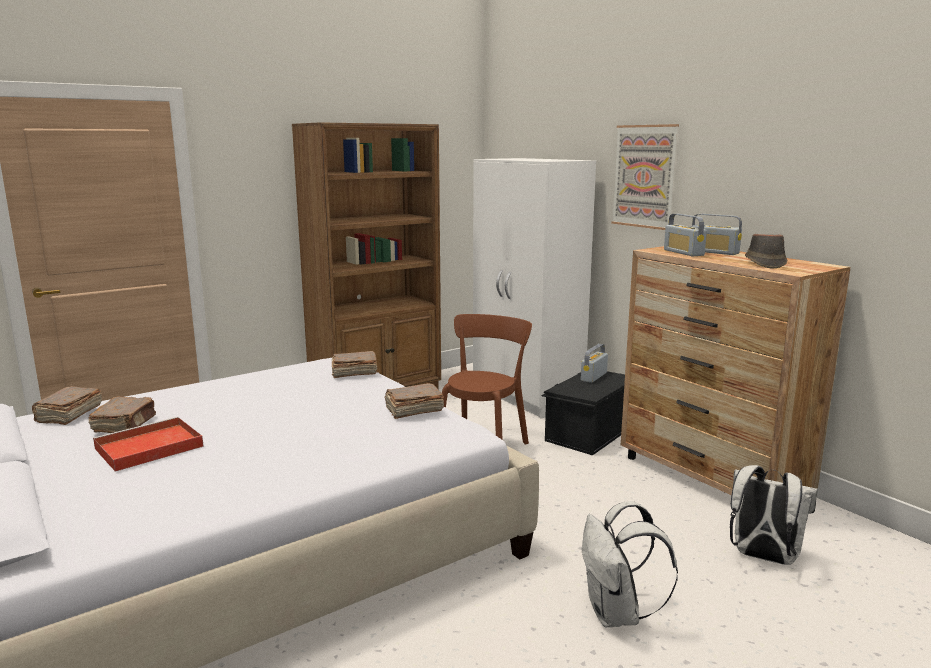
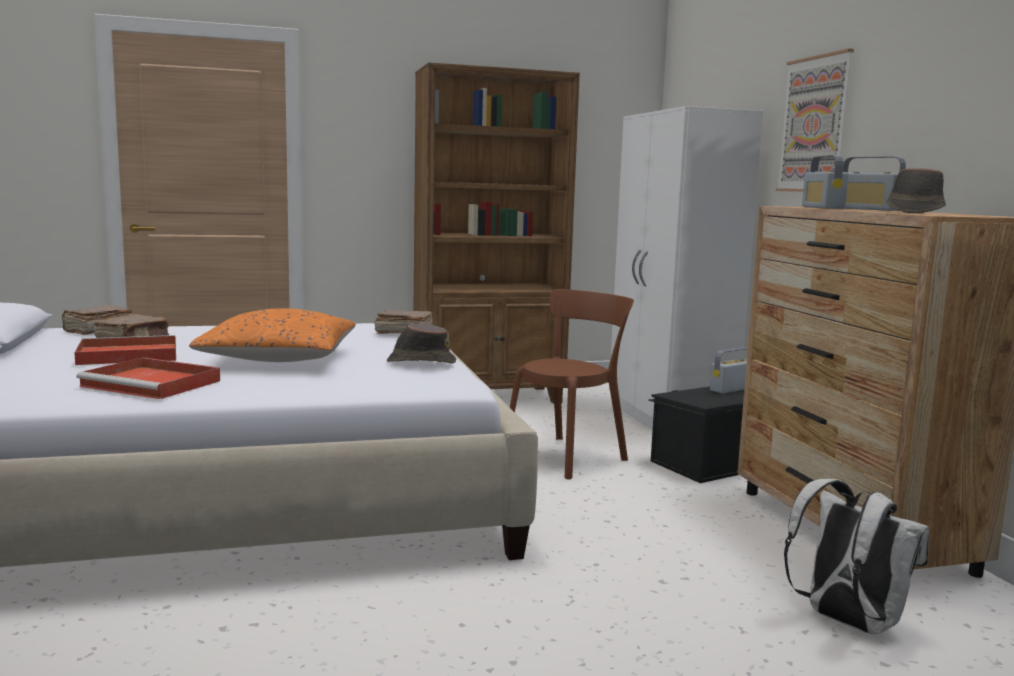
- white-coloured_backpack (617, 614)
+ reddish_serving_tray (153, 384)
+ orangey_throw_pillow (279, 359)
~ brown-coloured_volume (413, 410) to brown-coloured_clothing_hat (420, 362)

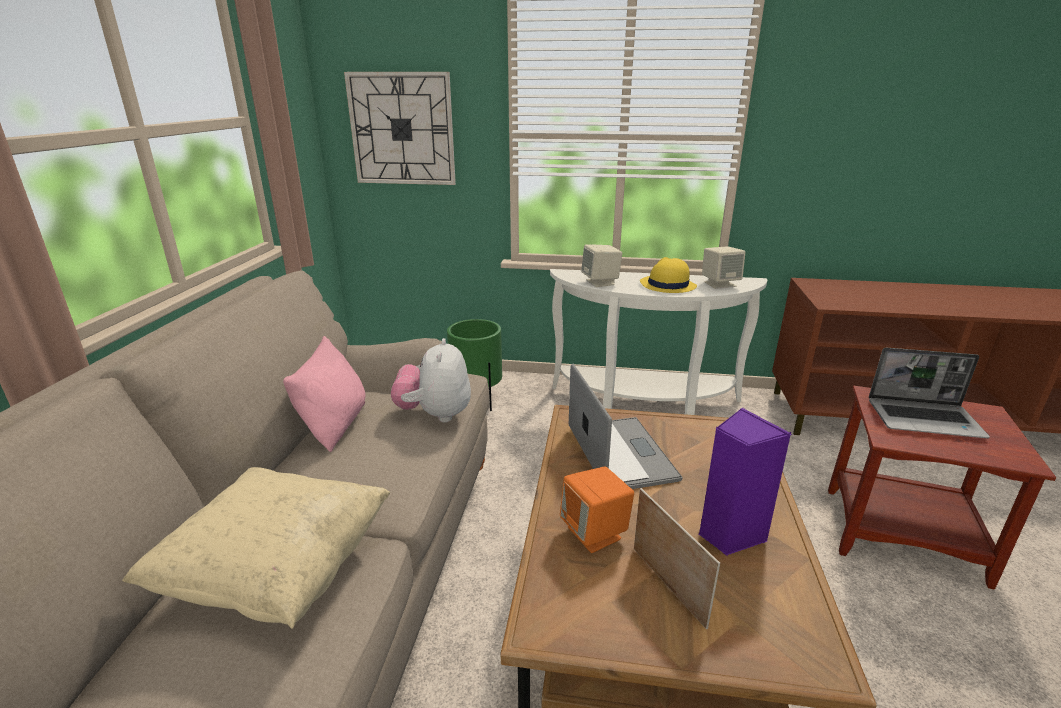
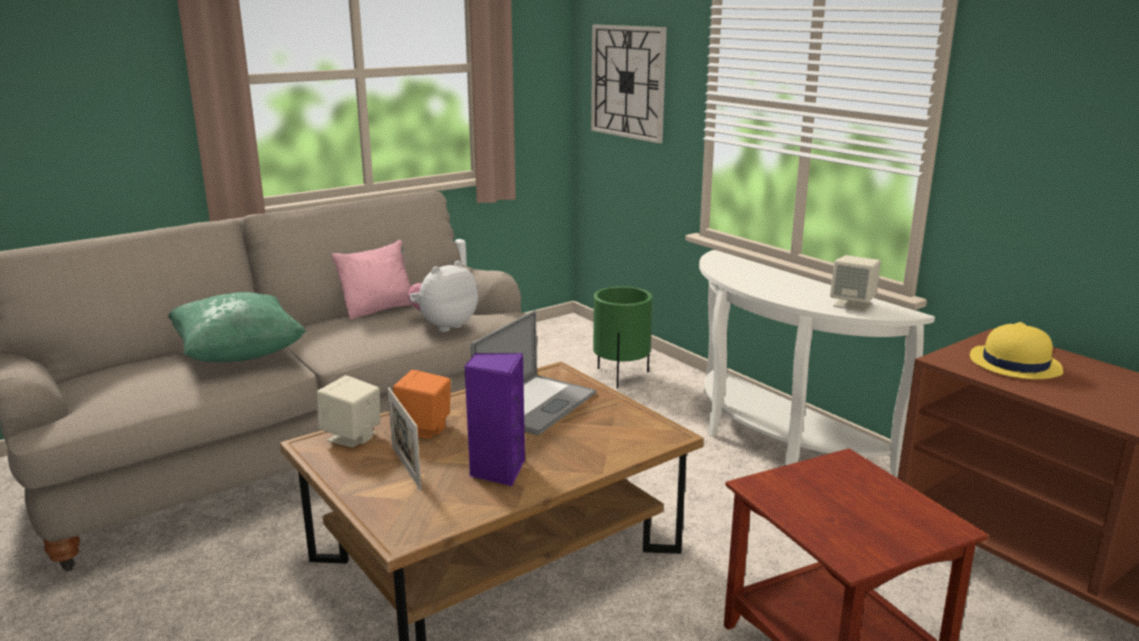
- portable_computer (925, 419)
~ beige-coloured_loudspeaker (600, 282) to (352, 437)
~ yellow-coloured_clothing_hat (667, 285) to (1014, 364)
~ beige-coloured_throw_pillow (279, 572) to green-coloured_throw_pillow (239, 354)
~ standing_frame (667, 585) = (406, 467) 135 degrees clockwise

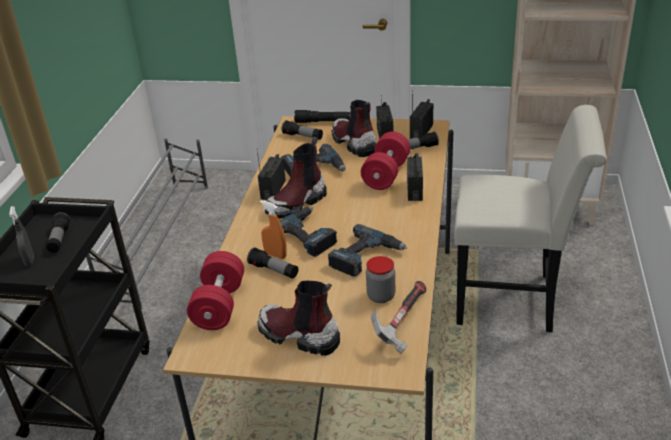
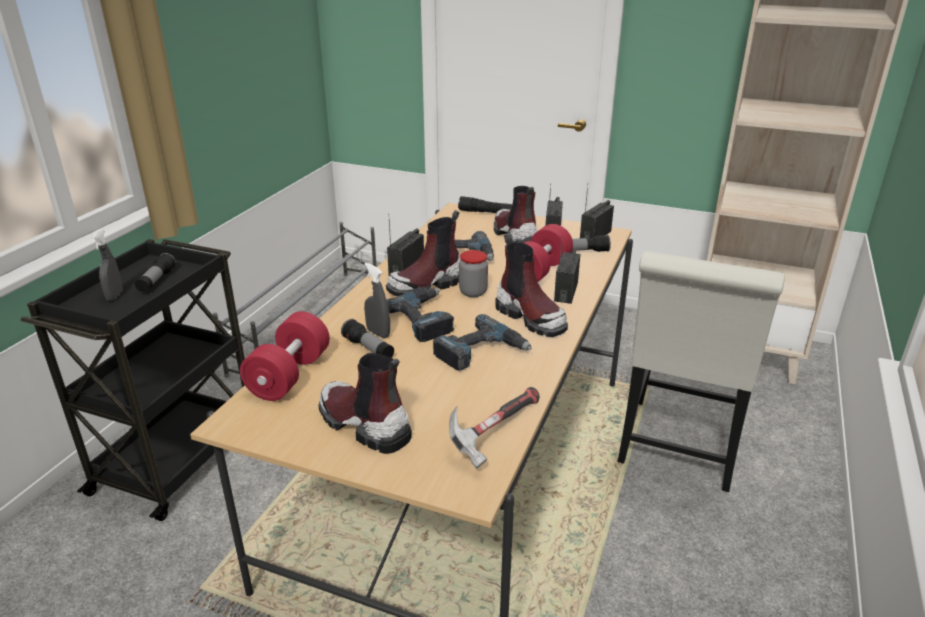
- hand_torch (303, 136)
+ high-top_boot (531, 317)
~ storage_jar (381, 296) to (473, 292)
~ orangey_hand_sprayer (275, 255) to grey_hand_sprayer (378, 333)
~ white-coloured_upright_chair (514, 299) = (677, 450) 90 degrees clockwise

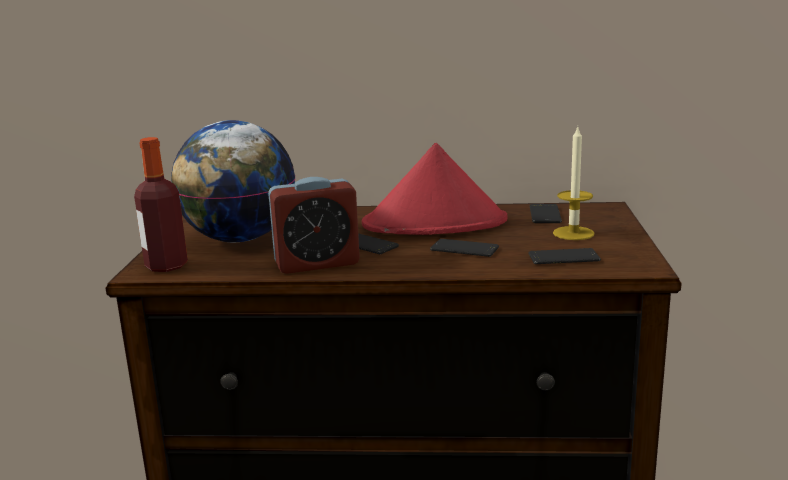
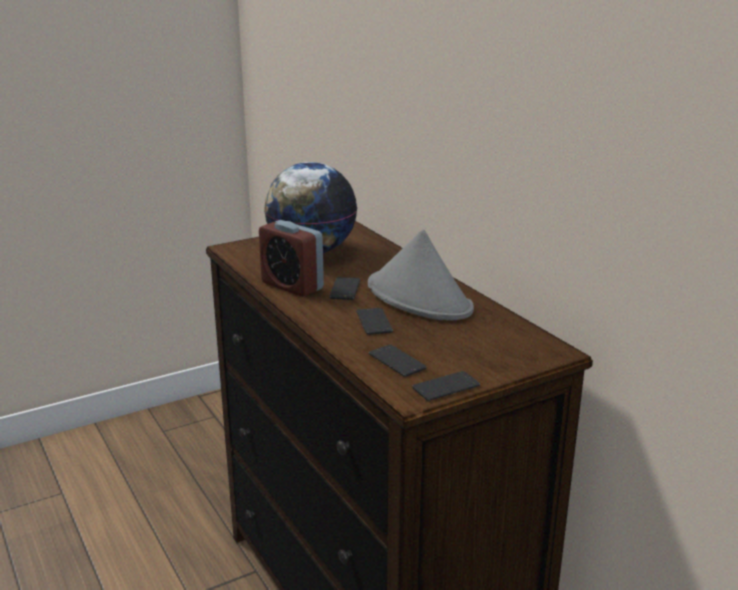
- drink_bottle (166, 266)
- wax_candle (573, 233)
~ telephone (545, 214) to (446, 387)
~ reddish_clothing_hat (435, 223) to grey_clothing_hat (419, 298)

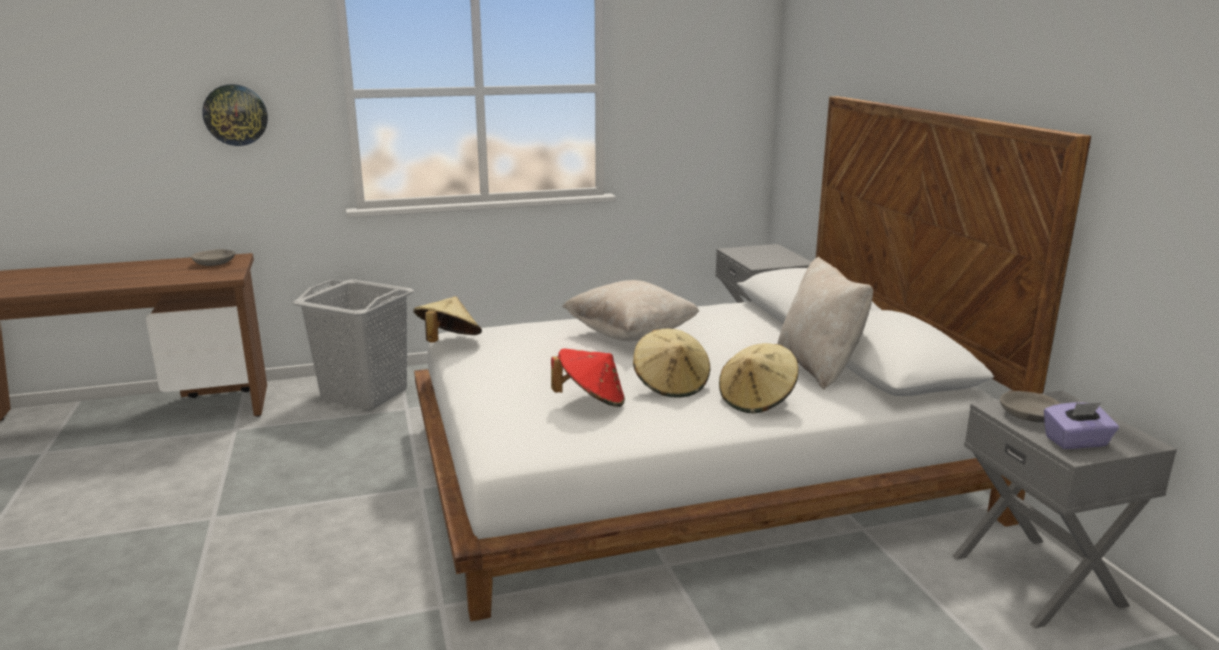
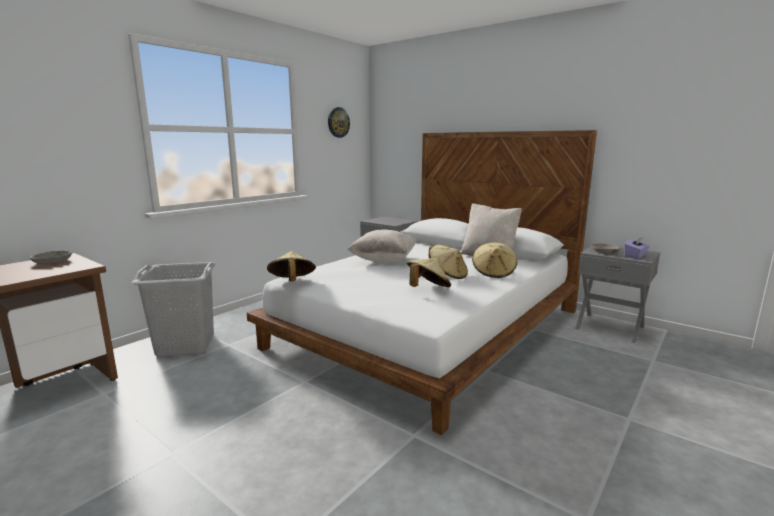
~ clock_on_the_wall (235, 115) to (338, 122)
~ reddish_clothing_hat (591, 401) to beige-coloured_clothing_hat (427, 289)

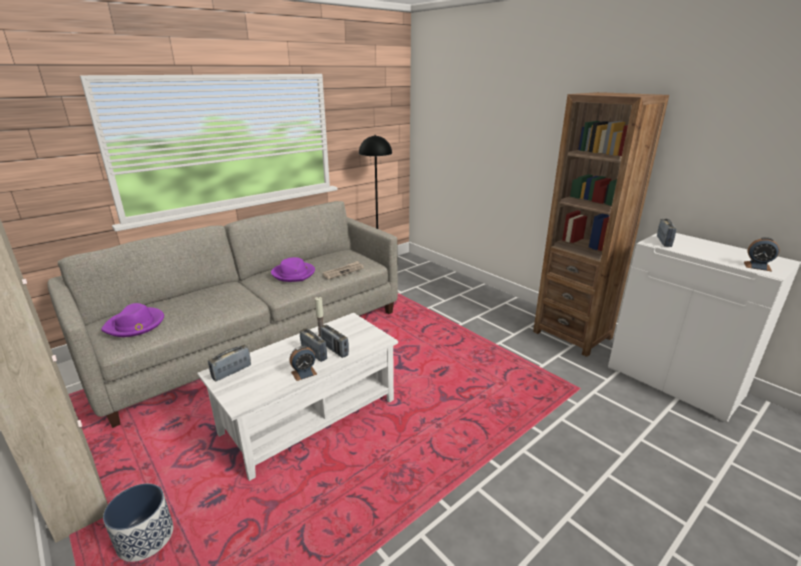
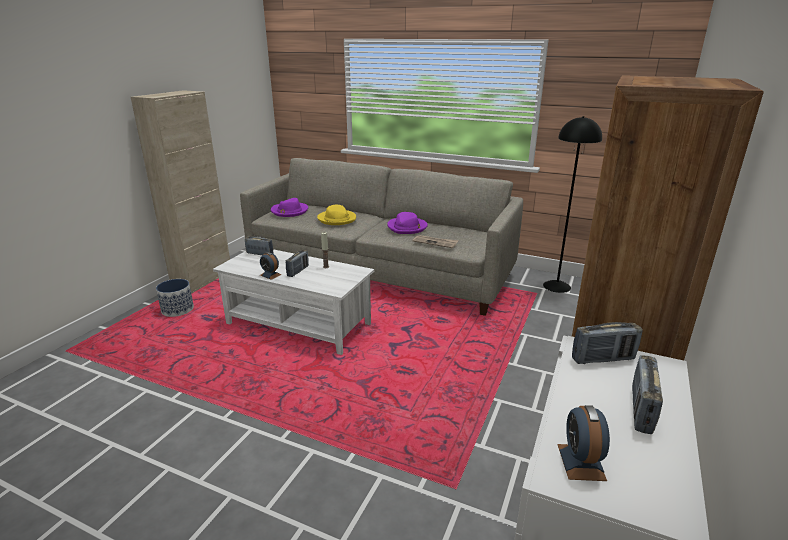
+ yellow-coloured_clothing_hat (337, 219)
~ radio_set (334, 350) to (641, 410)

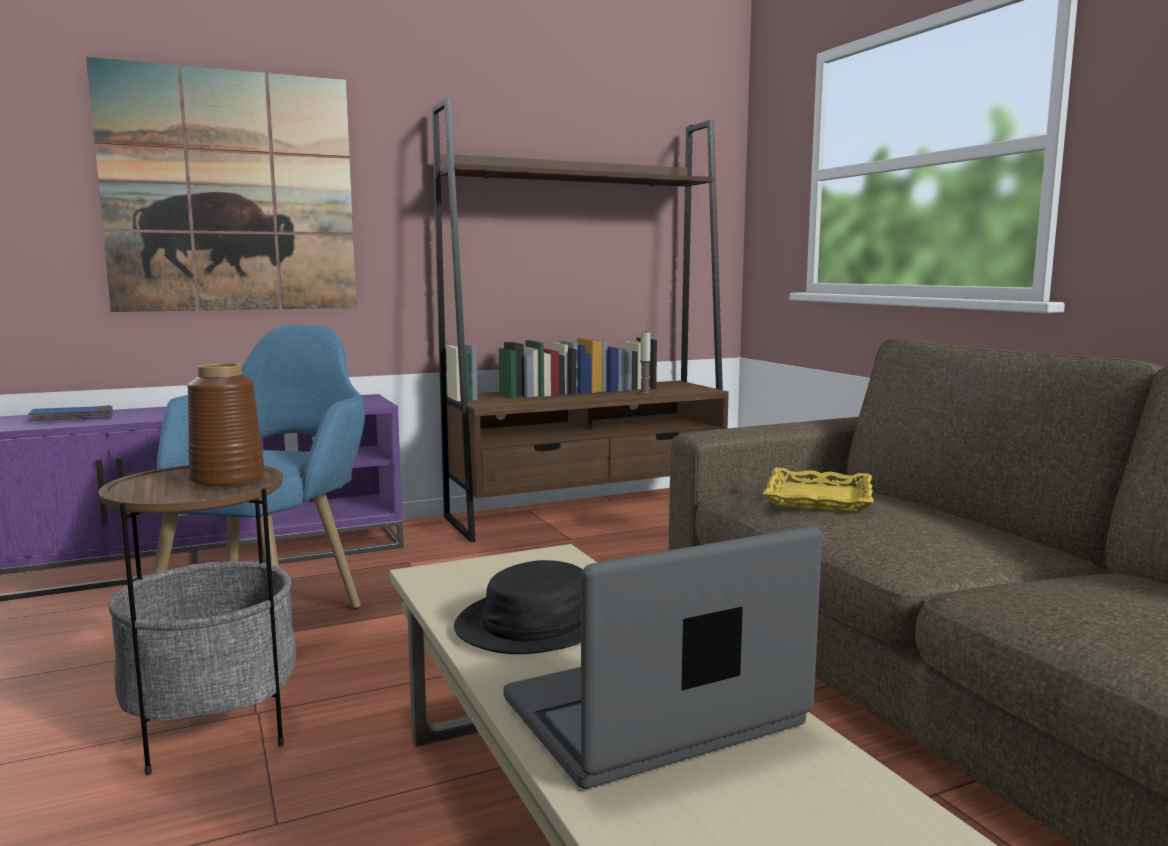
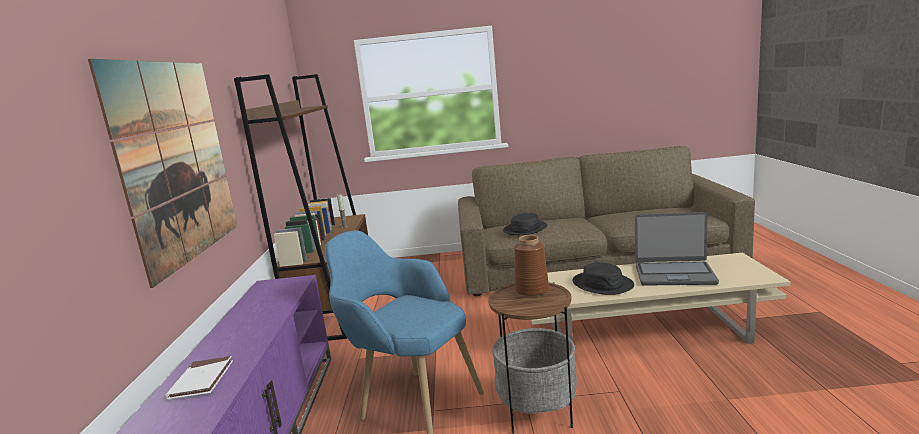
~ yellow-coloured_serving_tray (819, 498) to black_clothing_hat (525, 229)
~ blue-coloured_volume (72, 418) to white-coloured_volume (202, 380)
~ portable_computer (654, 715) = (674, 274) 75 degrees counterclockwise

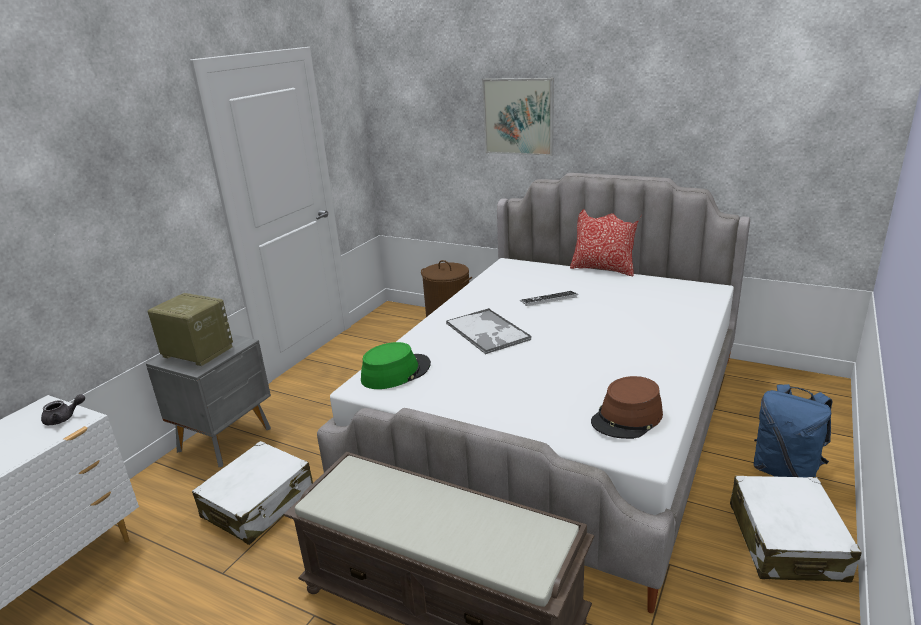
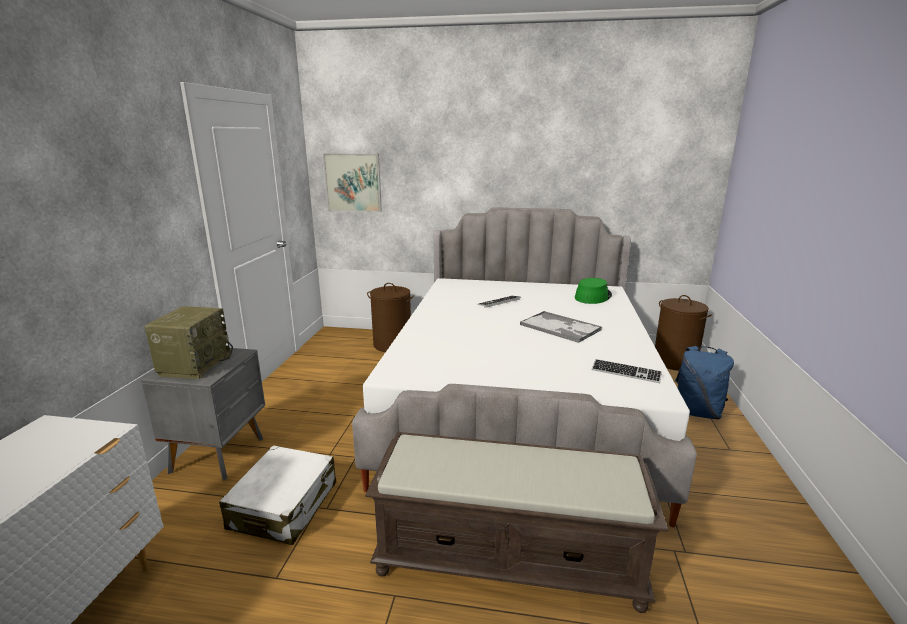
- grey_tea_pot (64, 418)
- throw_pillow (603, 269)
- white-coloured_travel_case (786, 541)
+ brown-coloured_laundry_basket (675, 362)
~ green-coloured_clothing_hat (396, 372) to (593, 296)
~ serving_tray (488, 332) to (560, 327)
~ wall_picture (518, 116) to (353, 182)
~ brown-coloured_clothing_hat (627, 418) to keyboard (626, 372)
~ radio_set (196, 352) = (195, 365) 90 degrees clockwise

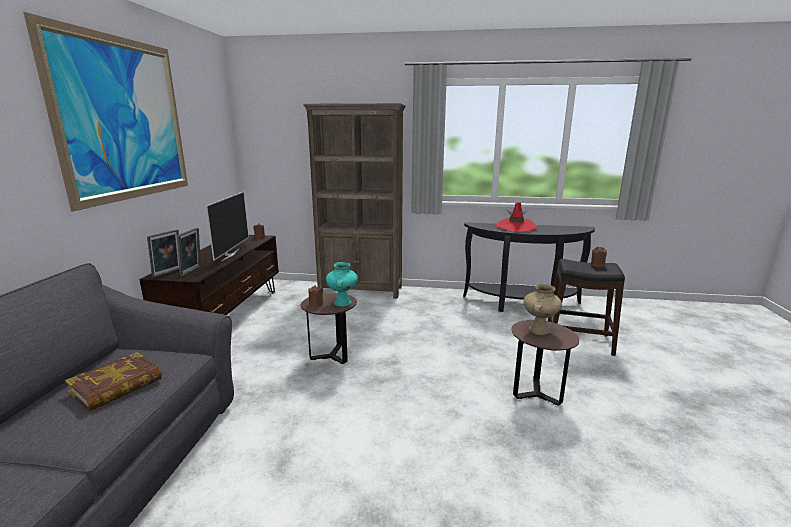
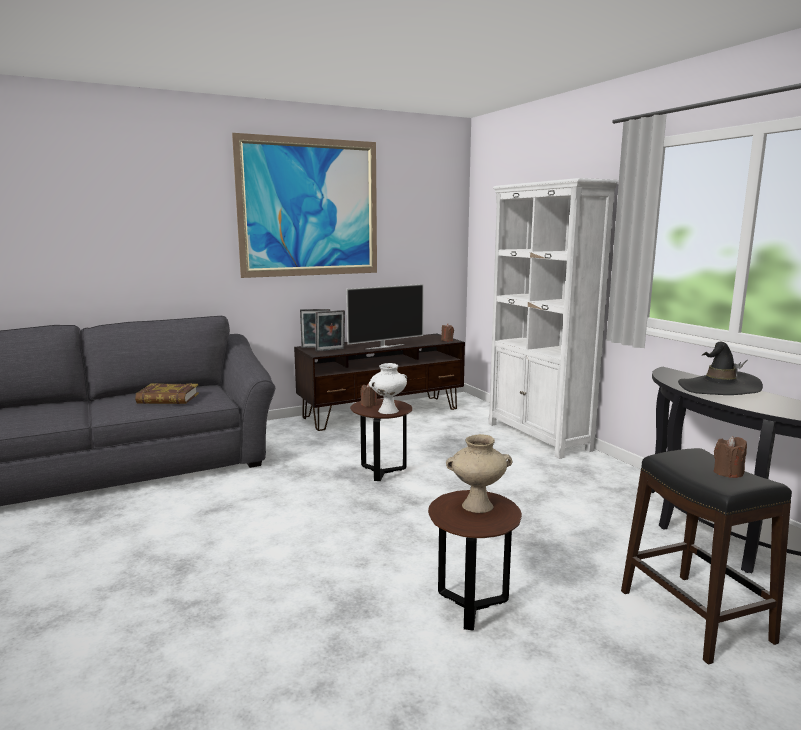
~ brown-coloured_shelving_unit (361, 290) to white-coloured_shelving_unit (538, 437)
~ turquoise_vase (343, 303) to white-coloured_vase (388, 411)
~ reddish_clothing_hat (516, 227) to black_clothing_hat (718, 388)

